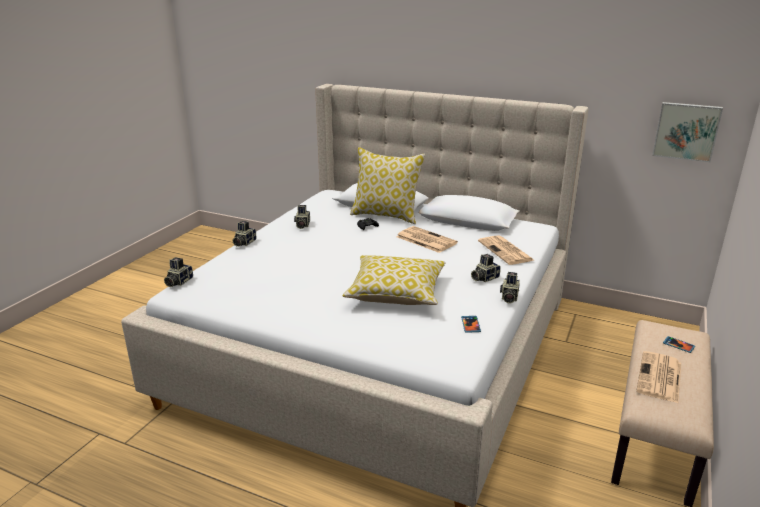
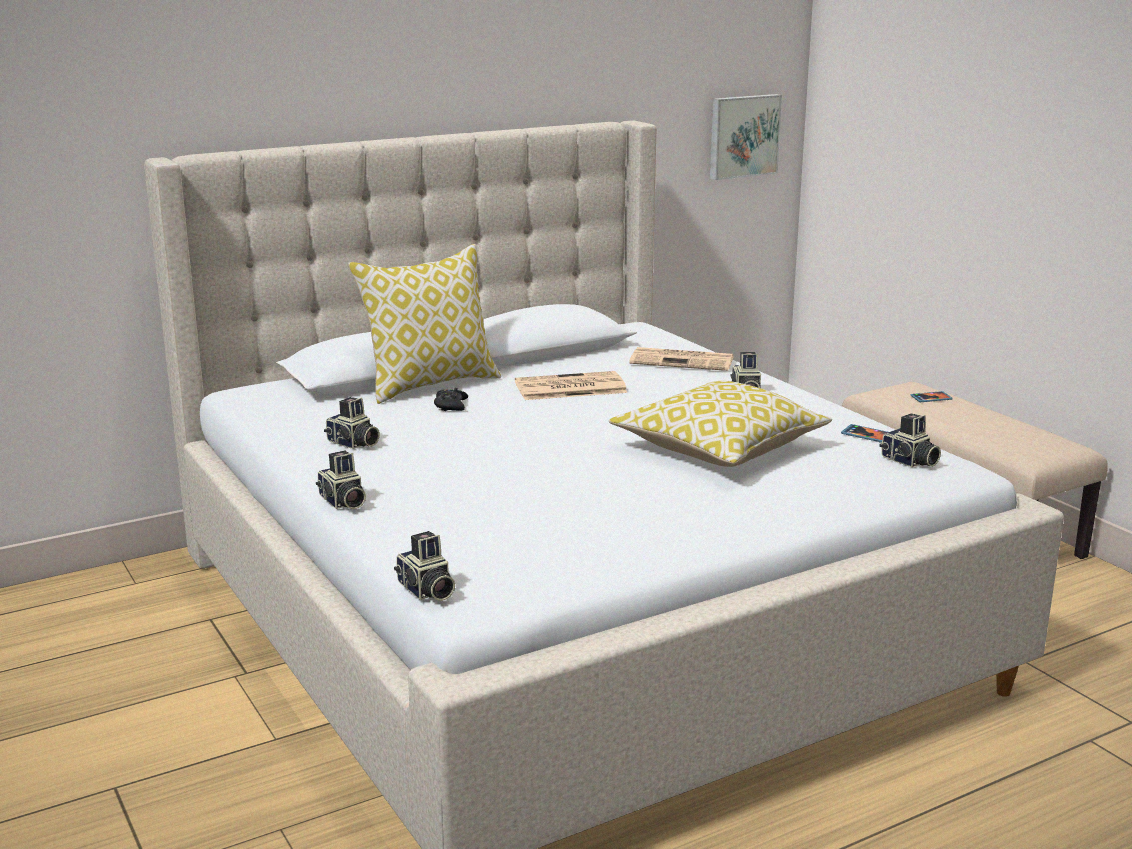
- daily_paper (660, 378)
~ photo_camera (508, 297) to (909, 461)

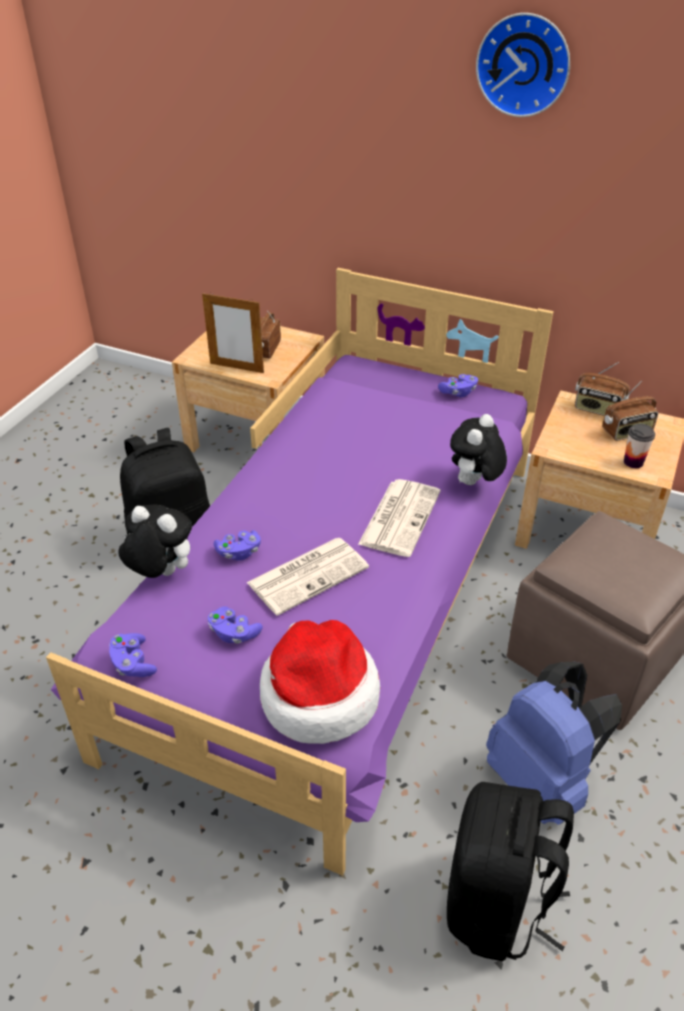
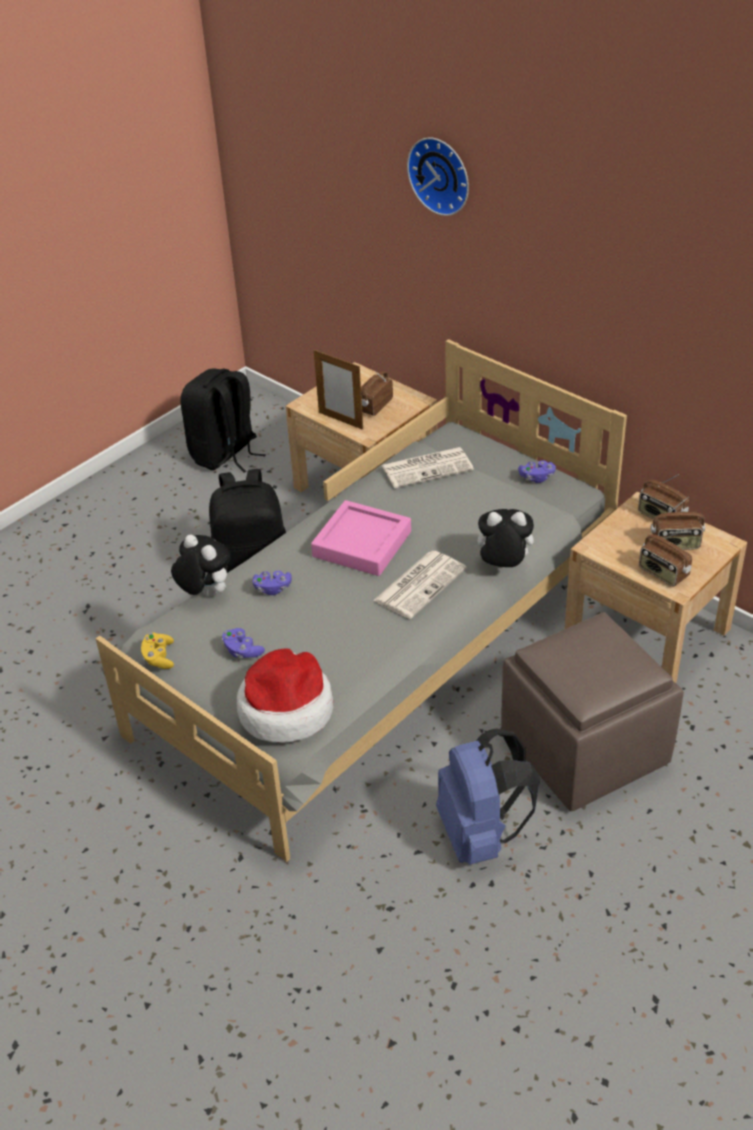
+ pink_serving_tray (362, 544)
~ daily_paper (309, 574) to (428, 467)
~ black_backpack (497, 904) to (225, 454)
~ clock_on_the_wall (524, 64) to (442, 174)
~ drinking_cup (633, 462) to radio_set (663, 573)
~ purple-coloured_bed (341, 597) to grey_bed (379, 650)
~ purple-coloured_joypad (133, 663) to yellow-coloured_joypad (159, 657)
~ soft_toy (474, 483) = (502, 566) 45 degrees clockwise

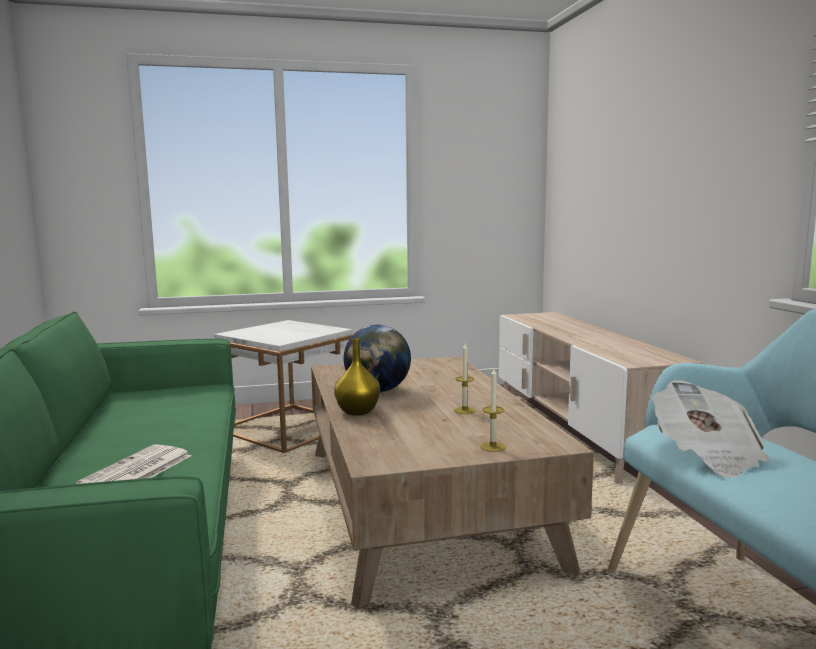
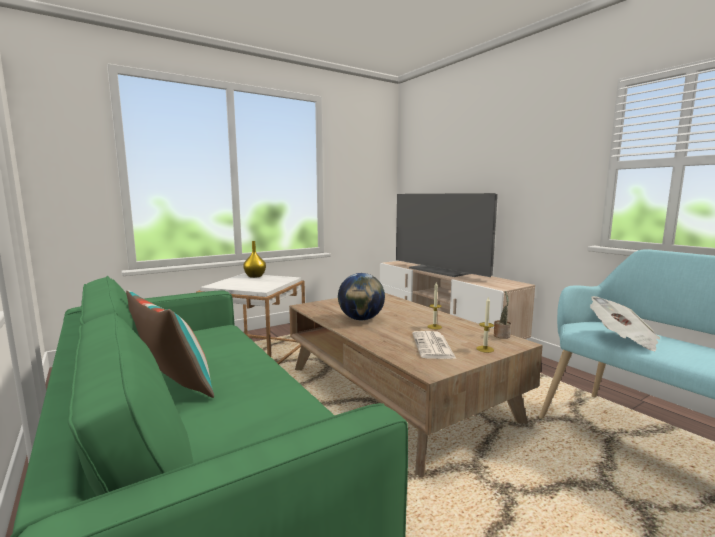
+ throw_pillow (173, 388)
+ television (440, 271)
+ potted_plant (502, 335)
~ daily_paper (137, 471) to (433, 346)
~ yellow-coloured_vase (357, 411) to (255, 276)

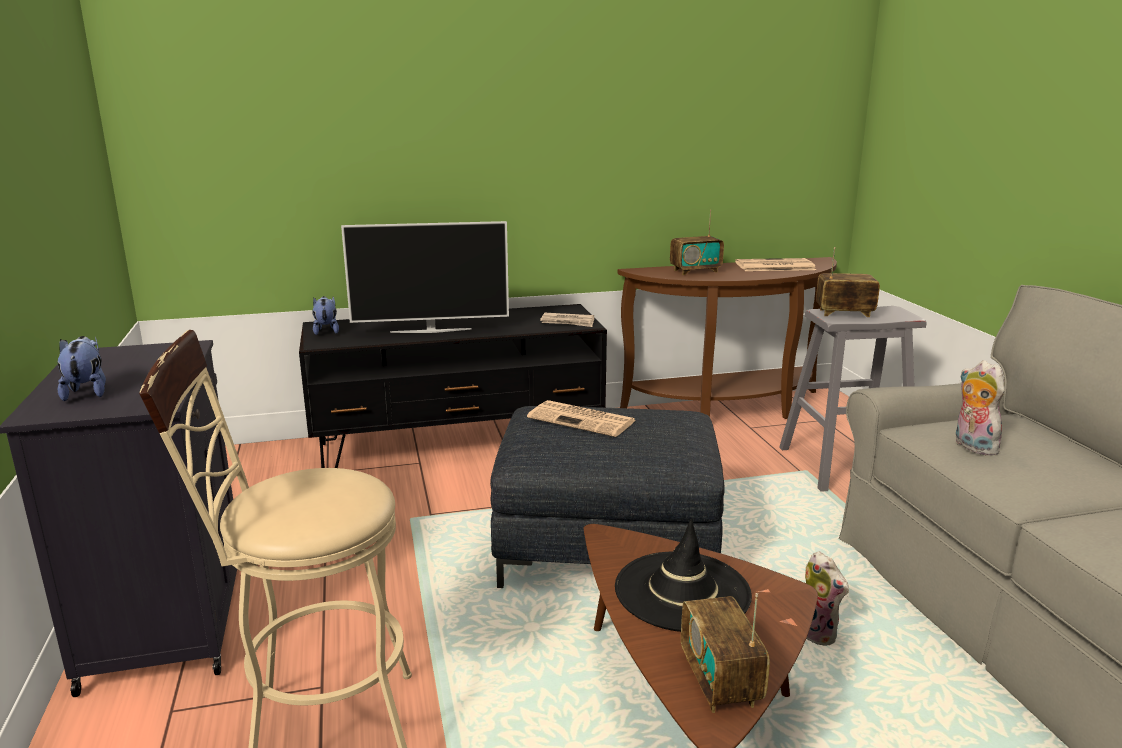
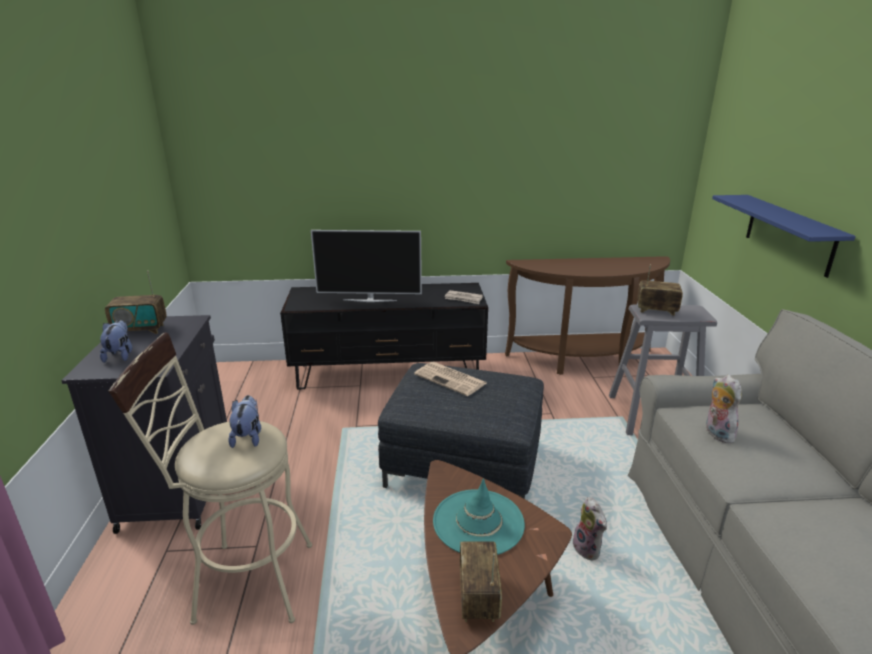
- daily_paper (774, 266)
+ blue-coloured_shelf (789, 234)
~ soft_toy (326, 331) to (248, 437)
~ radio_set (695, 271) to (140, 330)
~ black_clothing_hat (682, 591) to turquoise_clothing_hat (478, 522)

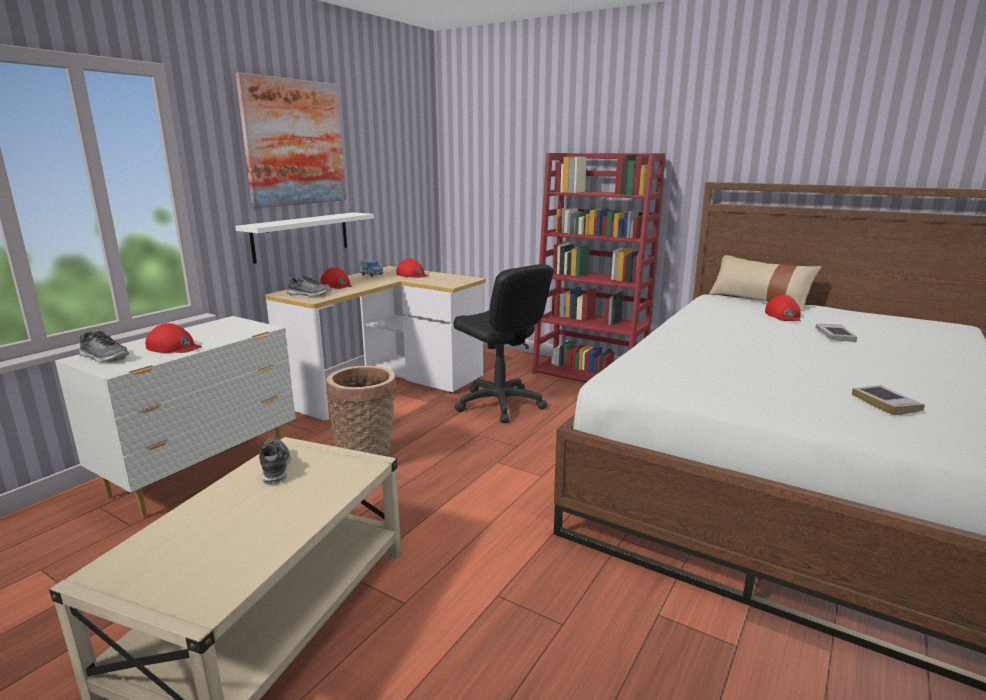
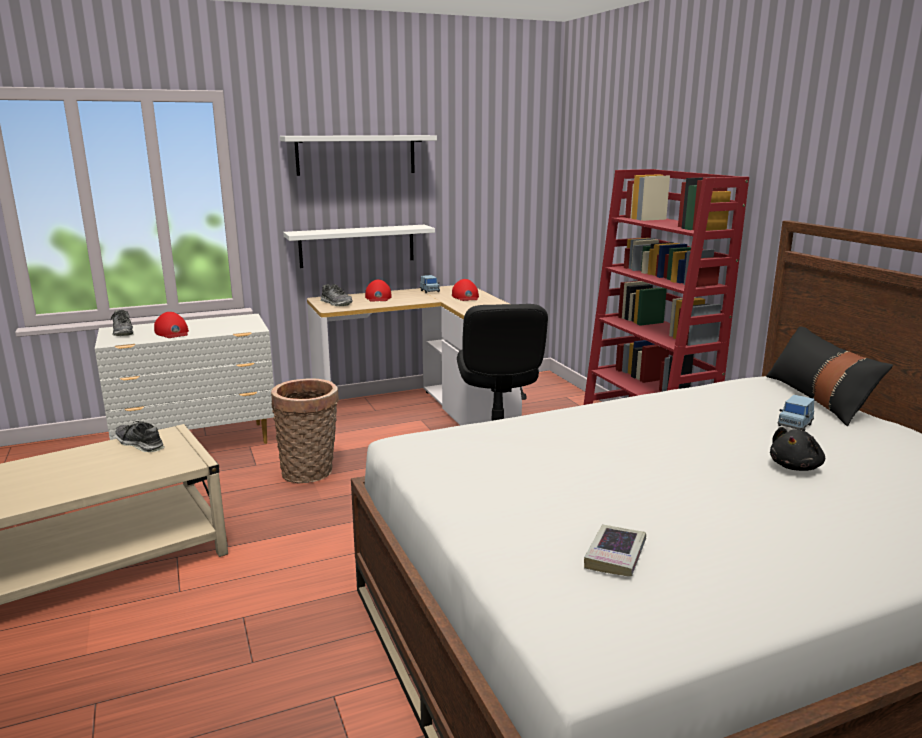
~ wall_picture (294, 143) to white-coloured_shelf (356, 155)
~ reddish_baseball_cap (783, 315) to blue-coloured_miniature_car (794, 425)
~ volume (834, 336) to black_soft_toy (795, 467)
~ beige-coloured_throw_pillow (759, 300) to black_throw_pillow (818, 398)
~ low_shoe (275, 467) = (140, 444) 75 degrees counterclockwise

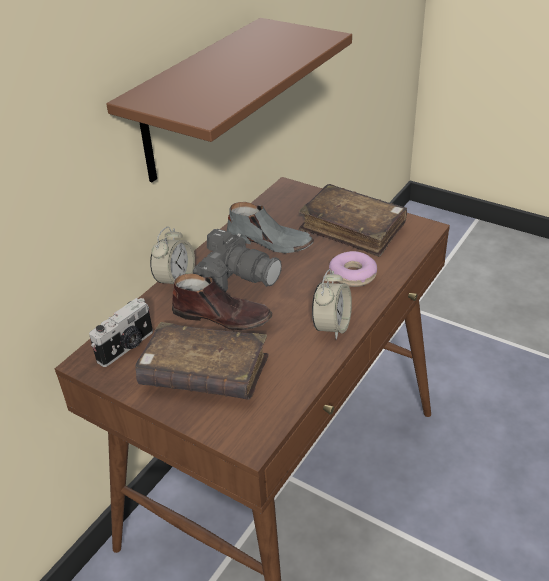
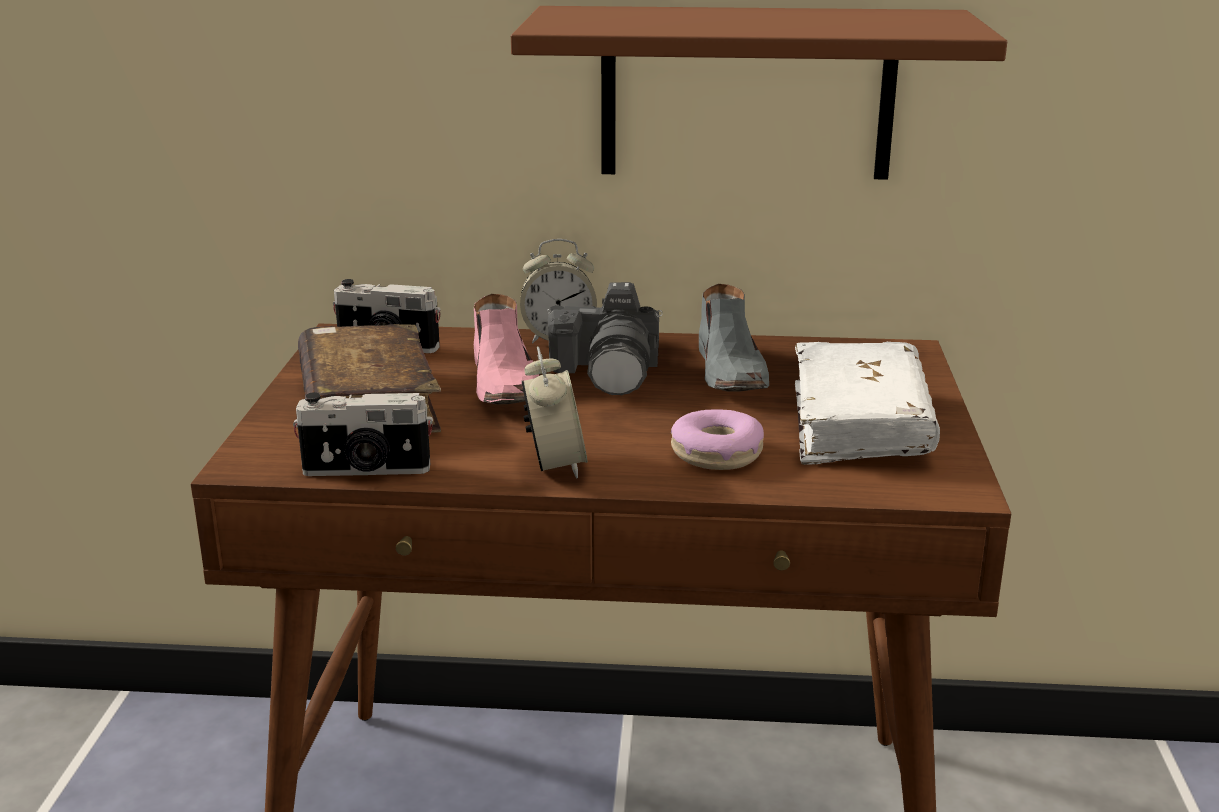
+ photo_camera (366, 470)
~ brown-coloured_low_shoe (222, 316) to pink_low_shoe (505, 384)
~ brown-coloured_volume (353, 229) to white-coloured_volume (859, 425)
~ table_clock (332, 327) = (555, 465) 90 degrees counterclockwise

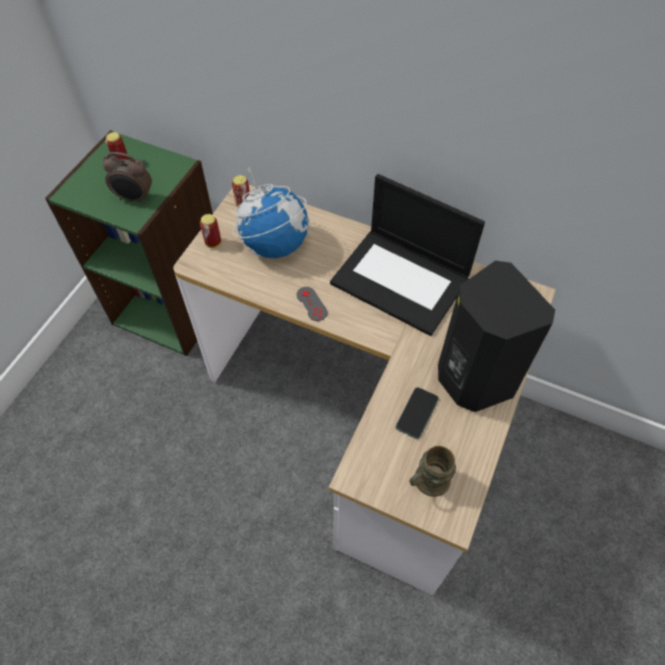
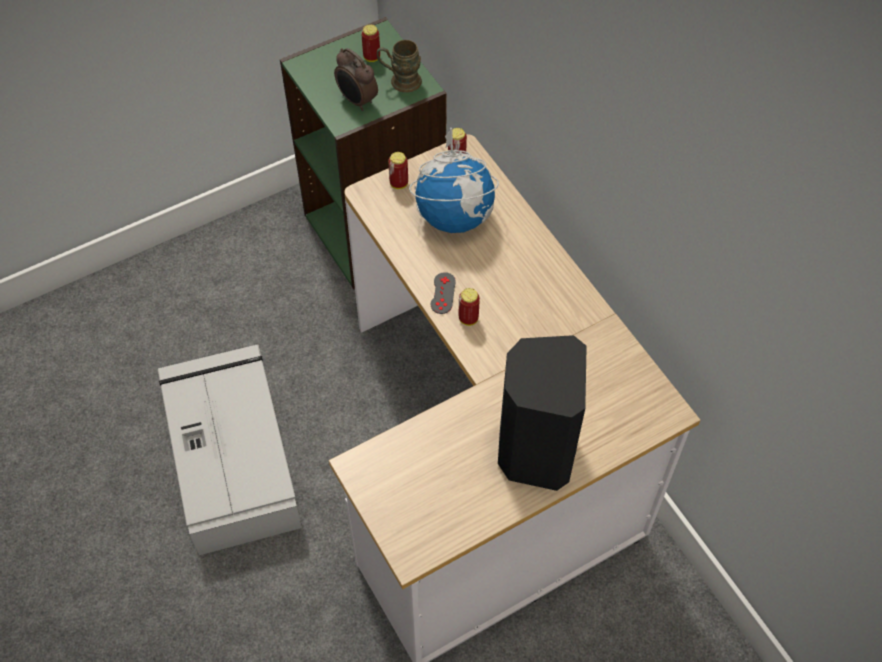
- portable_computer (402, 280)
- telephone (417, 413)
+ grey_storage_container (232, 457)
+ metal_can (468, 319)
~ brown-coloured_mug (426, 483) to (400, 81)

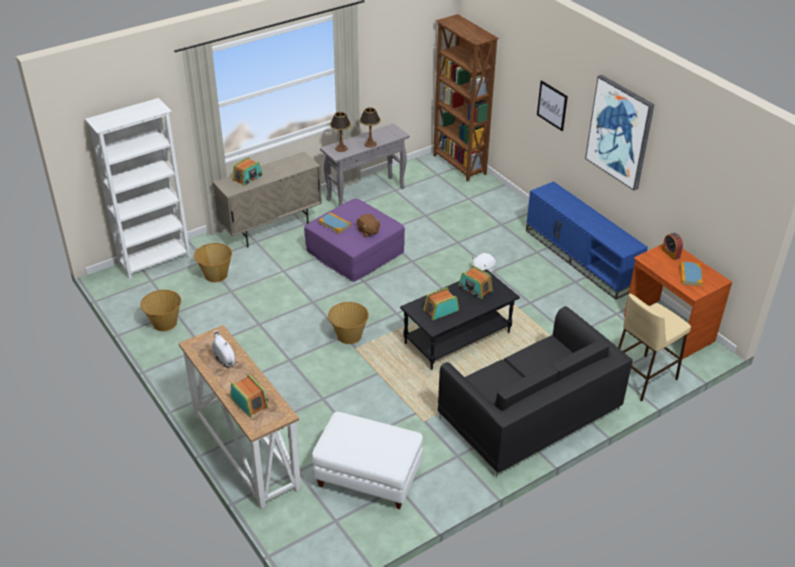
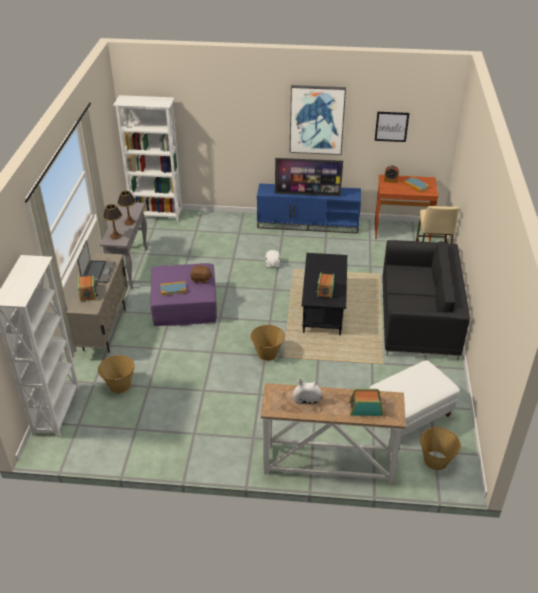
- radio_set (475, 289)
+ portable_computer (98, 272)
+ television (307, 194)
~ storage_basket (164, 323) to (436, 460)
~ wall_picture (552, 105) to (391, 126)
~ brown-coloured_shelving_unit (459, 165) to white-coloured_shelving_unit (157, 215)

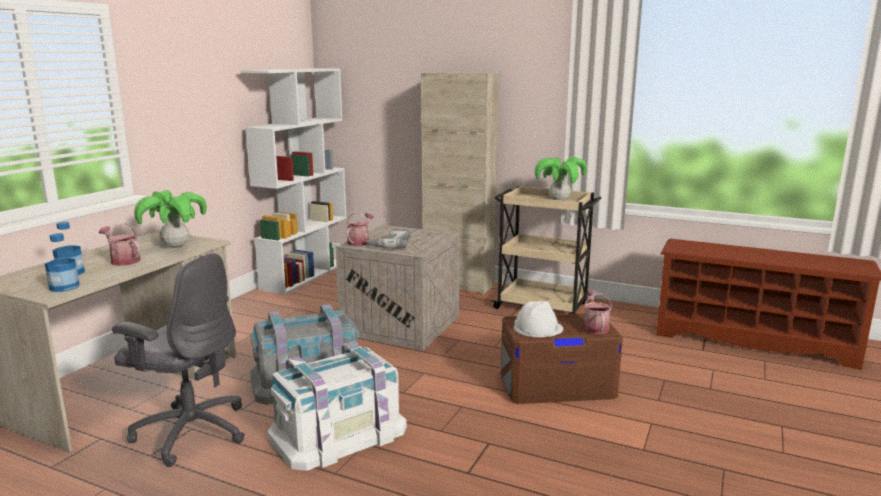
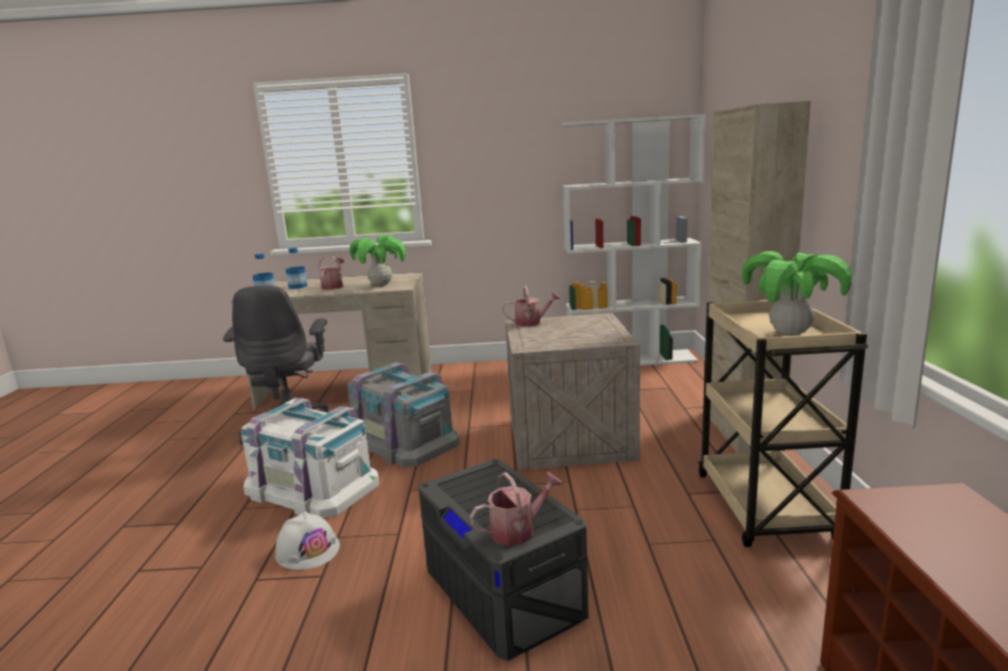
- power_drill (389, 244)
~ white-coloured_safety_helmet (538, 328) to (308, 550)
~ brown-coloured_storage_container (557, 385) to grey_storage_container (503, 589)

